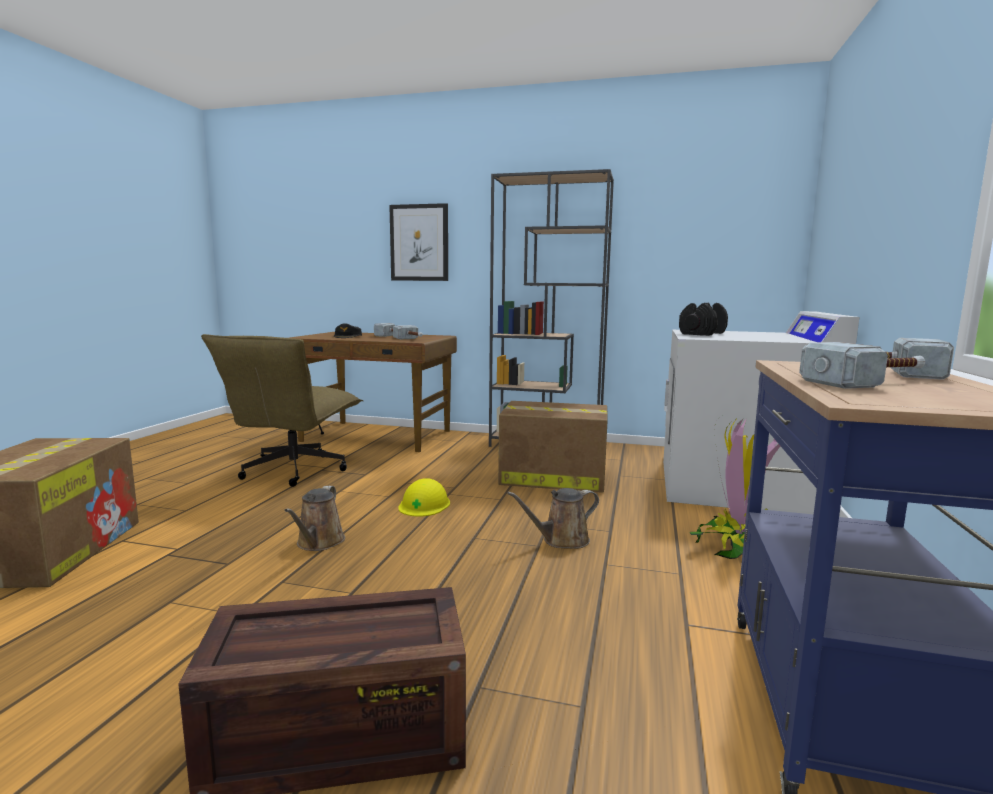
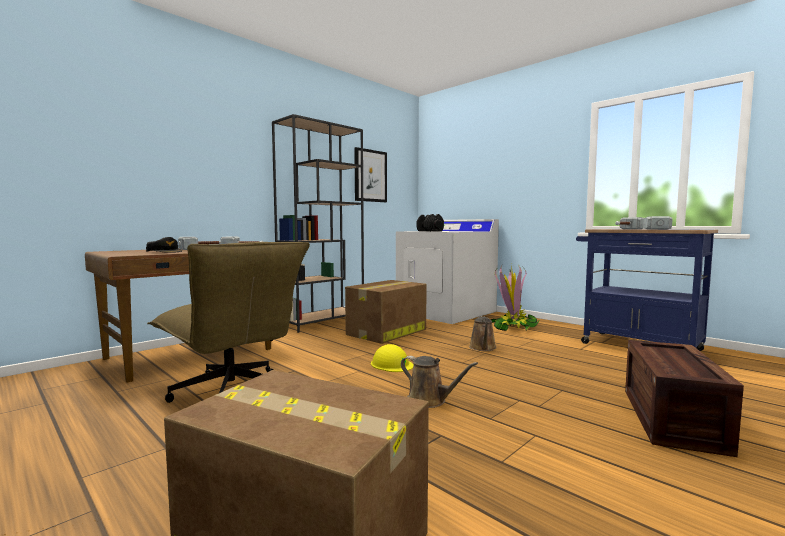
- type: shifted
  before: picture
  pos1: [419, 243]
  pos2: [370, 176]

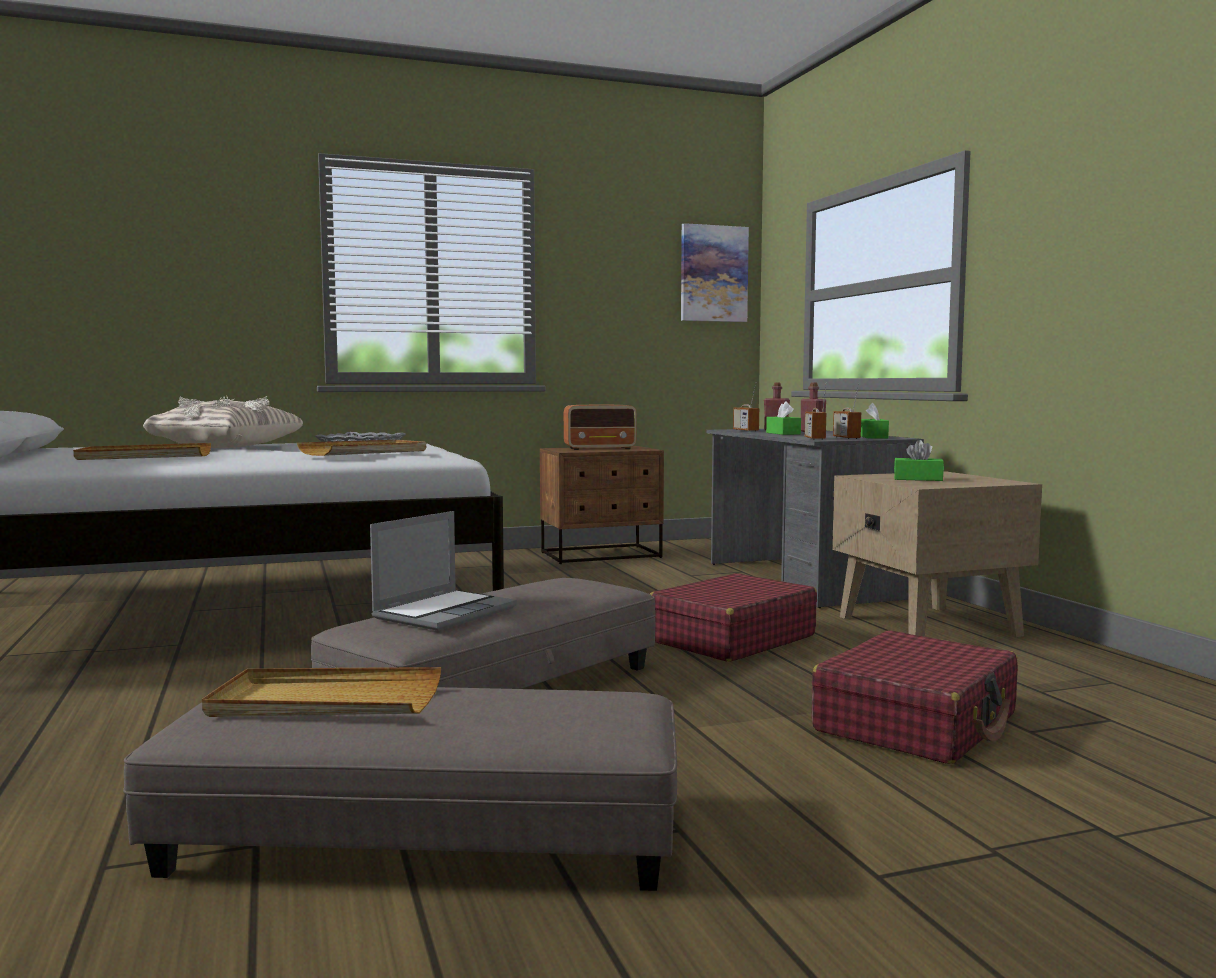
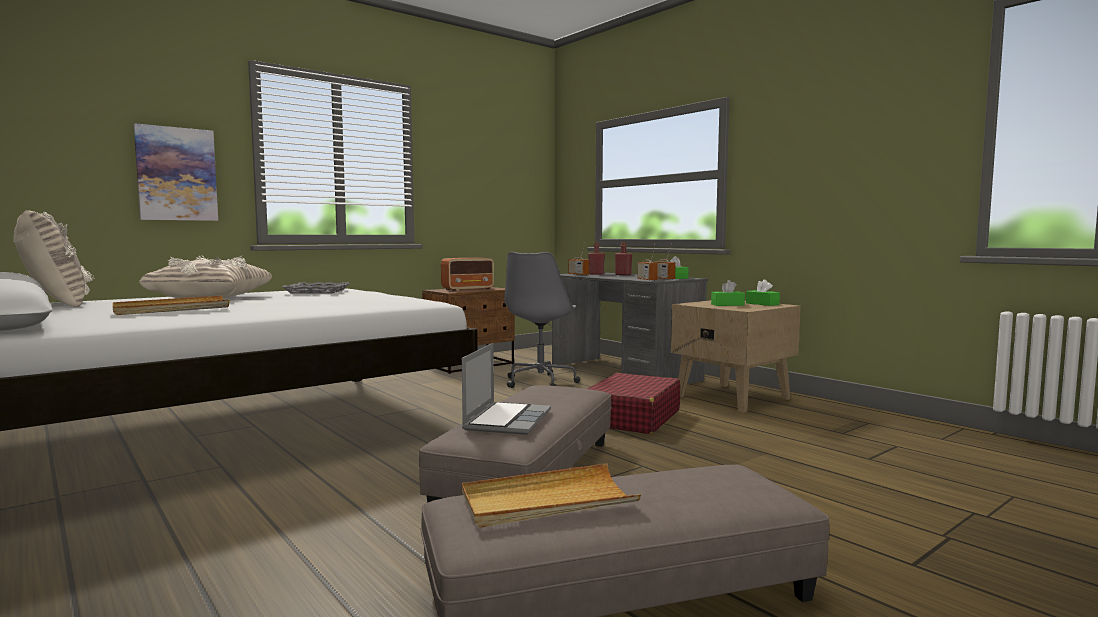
- type: gone
  before: beige tray
  pos1: [364, 452]
- type: shifted
  before: picture
  pos1: [713, 274]
  pos2: [177, 174]
- type: shifted
  before: green tissue box
  pos1: [783, 433]
  pos2: [762, 304]
- type: gone
  before: red suitcase
  pos1: [917, 723]
- type: new
  after: beige pillow
  pos2: [57, 304]
- type: new
  after: grey office chair
  pos2: [540, 383]

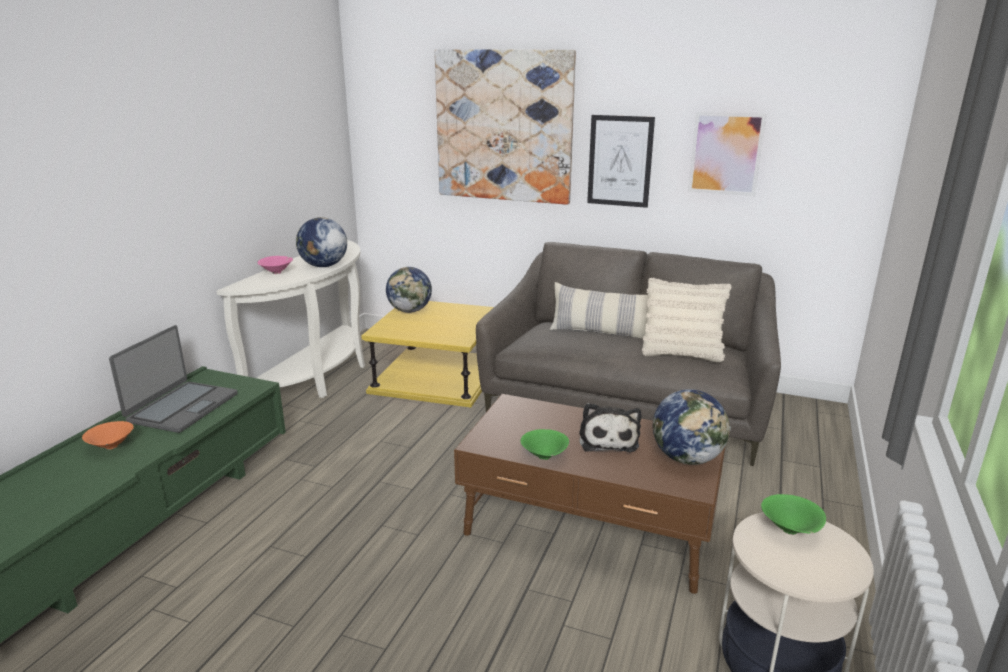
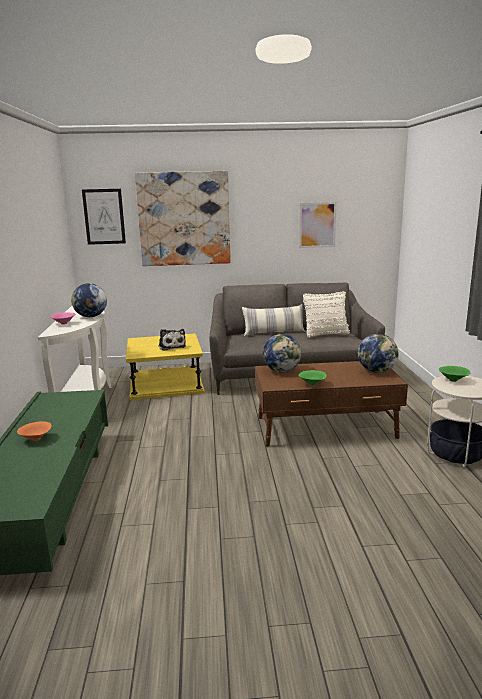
- type: gone
  before: laptop
  pos1: [182, 408]
- type: shifted
  before: globe
  pos1: [410, 311]
  pos2: [282, 371]
- type: shifted
  before: plush toy
  pos1: [608, 439]
  pos2: [171, 346]
- type: shifted
  before: picture
  pos1: [620, 161]
  pos2: [104, 216]

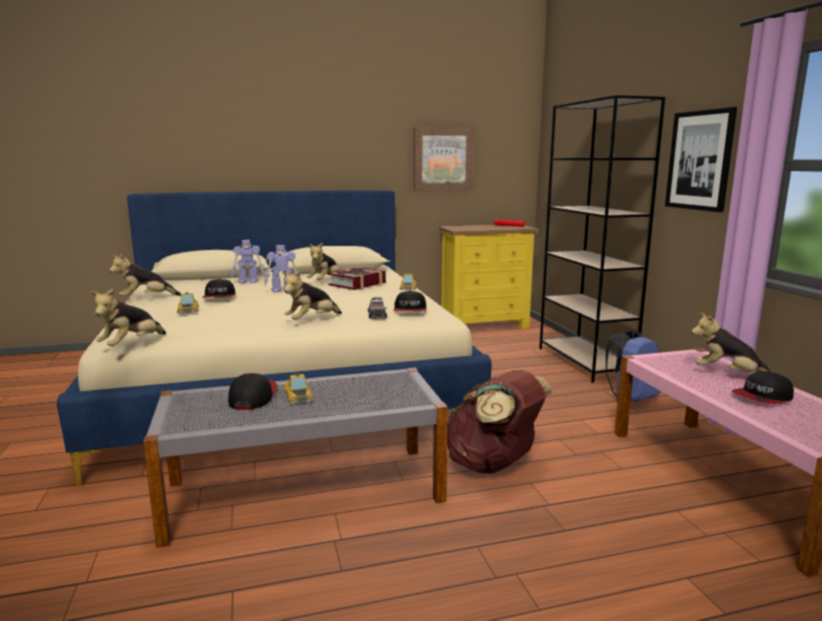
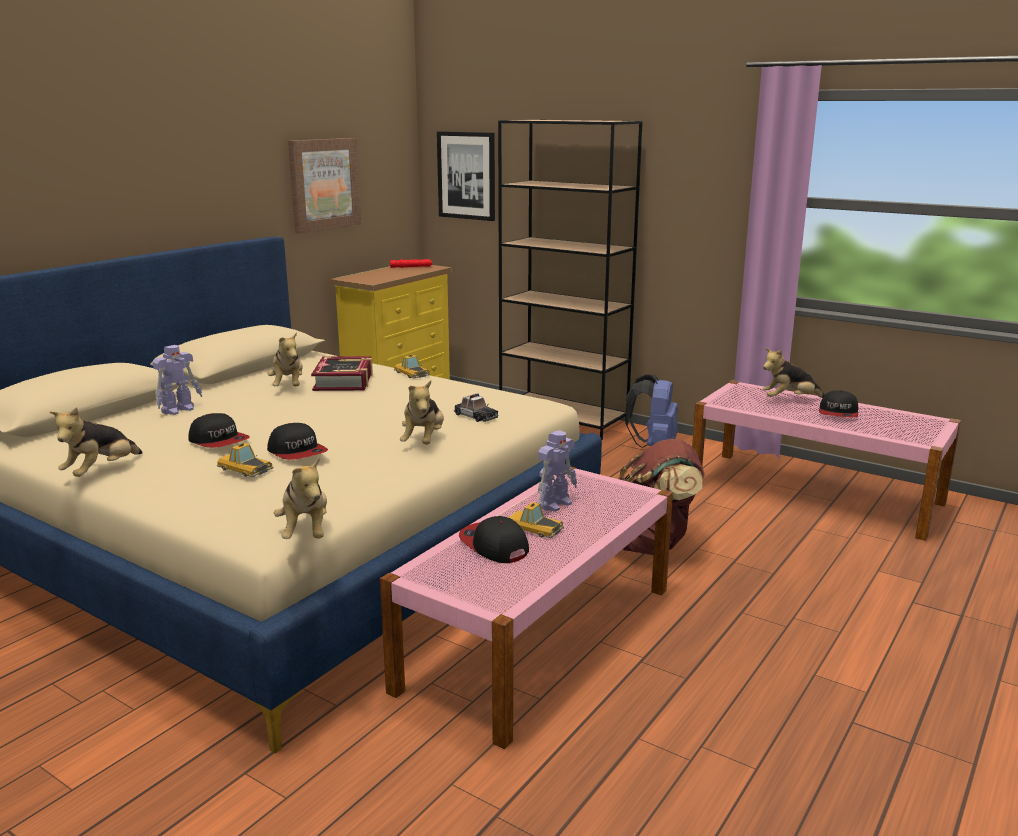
- type: repainted
  before: grey bench
  after: pink bench
  pos1: [304, 490]
  pos2: [538, 636]
- type: shifted
  before: toy robot
  pos1: [283, 290]
  pos2: [555, 503]
- type: shifted
  before: cap
  pos1: [410, 310]
  pos2: [297, 452]
- type: shifted
  before: picture
  pos1: [700, 160]
  pos2: [467, 175]

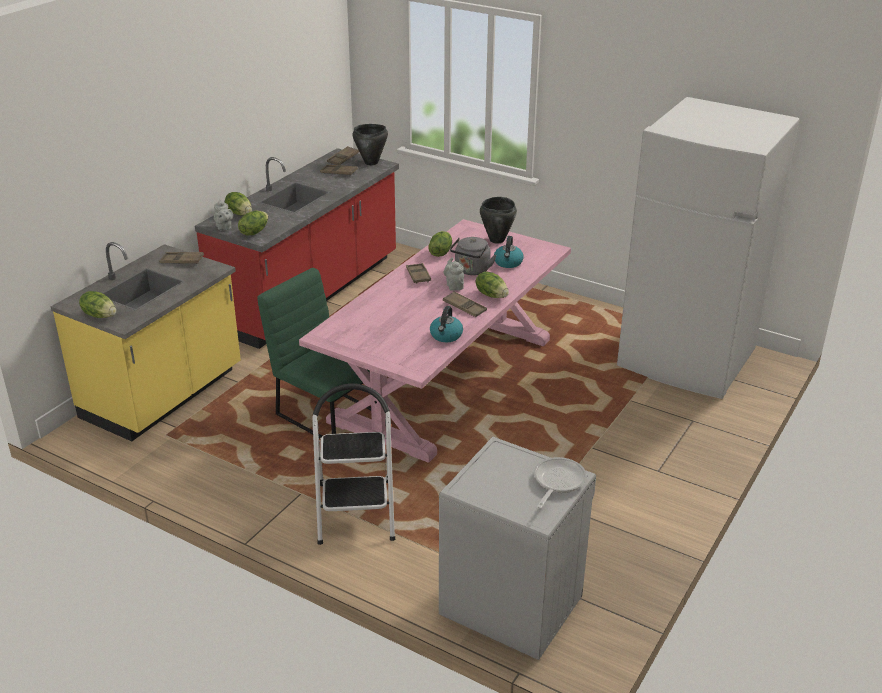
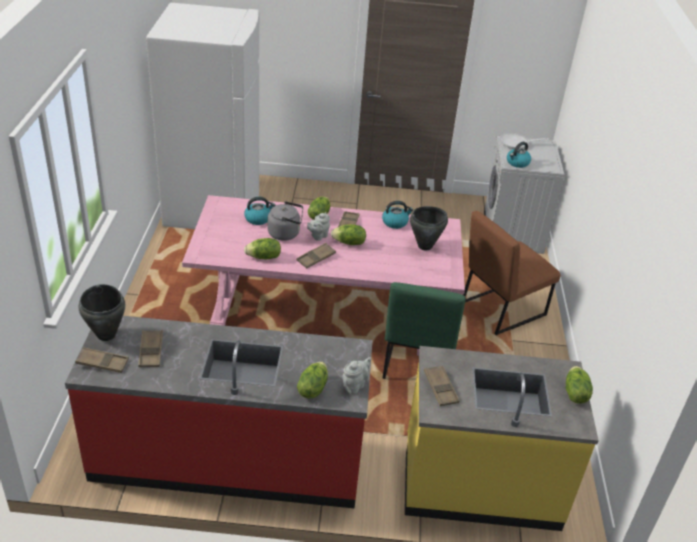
- type: shifted
  before: lettuce
  pos1: [254, 232]
  pos2: [349, 243]
- type: swapped
  before: step ladder
  after: brown chair
  pos1: [356, 509]
  pos2: [500, 309]
- type: shifted
  before: black cooking pot
  pos1: [496, 240]
  pos2: [425, 246]
- type: new
  after: kettle
  pos2: [517, 163]

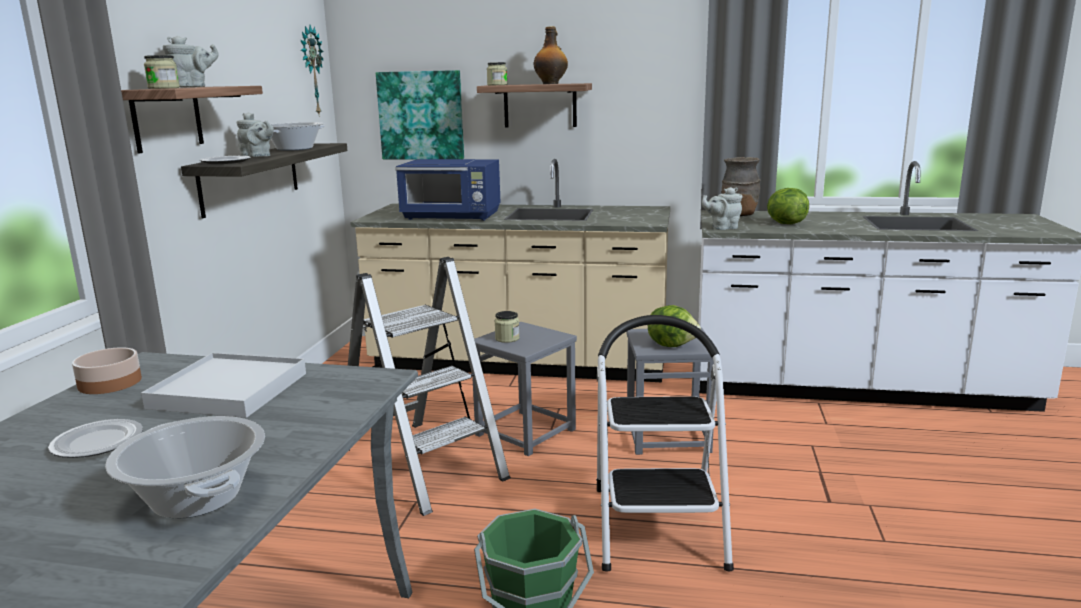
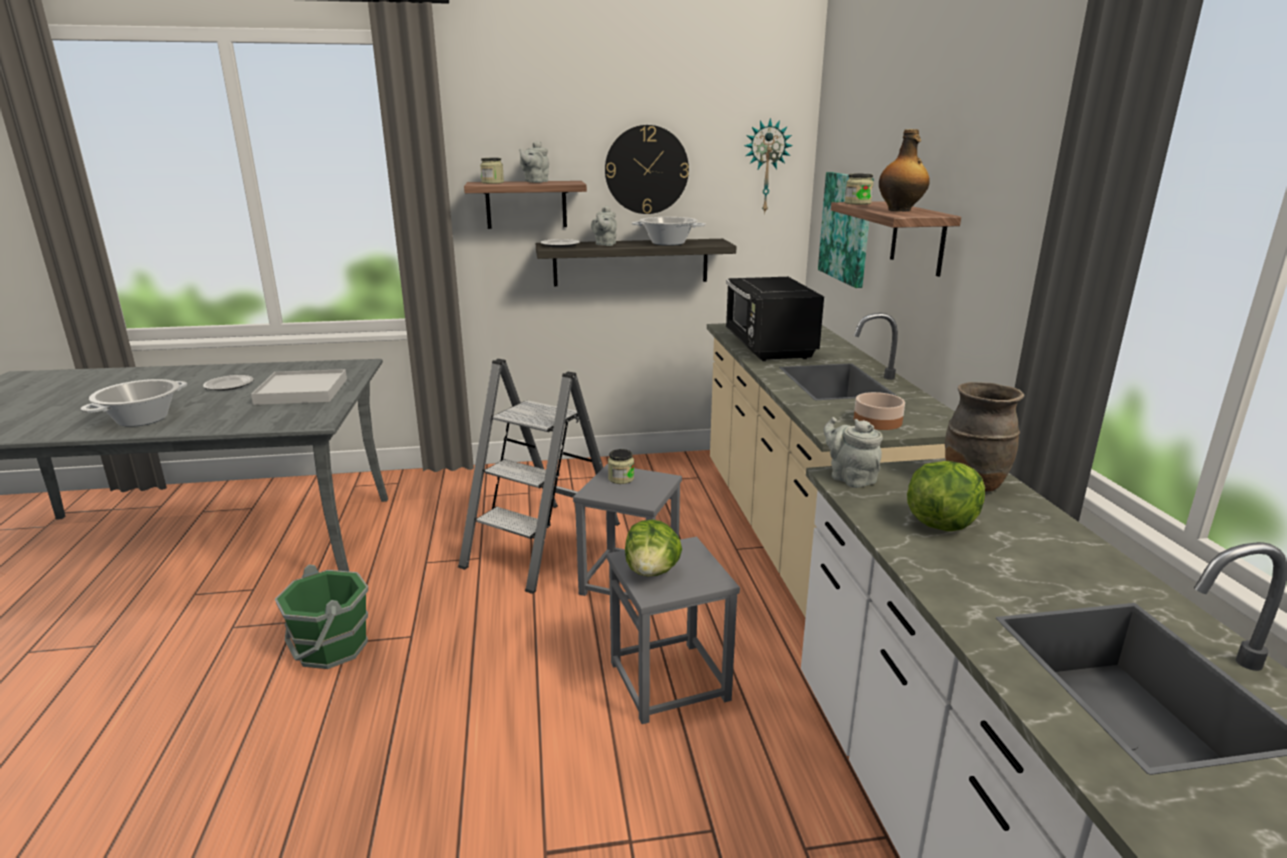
- type: shifted
  before: bowl
  pos1: [110, 382]
  pos2: [878, 421]
- type: rotated
  before: grey teapot
  pos1: [192, 87]
  pos2: [535, 182]
  turn: 75
- type: repainted
  before: blue microwave
  after: black microwave
  pos1: [452, 216]
  pos2: [768, 348]
- type: gone
  before: step ladder
  pos1: [658, 524]
- type: new
  after: wall clock
  pos2: [646, 170]

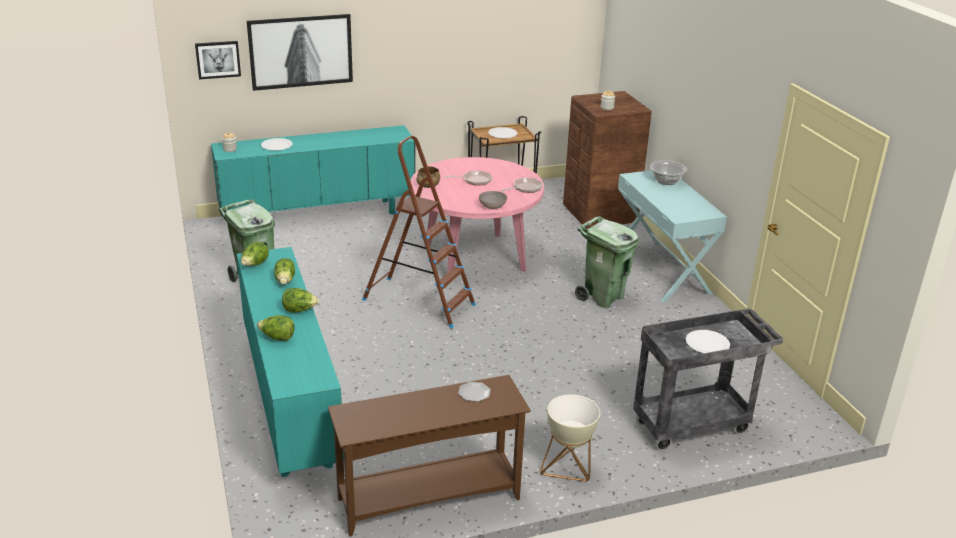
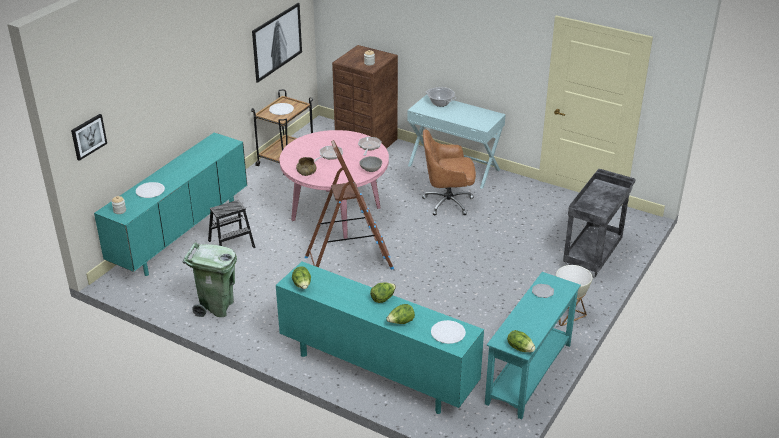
- type: shifted
  before: picture
  pos1: [301, 51]
  pos2: [276, 41]
- type: shifted
  before: lettuce
  pos1: [285, 280]
  pos2: [520, 348]
- type: repainted
  before: brown console table
  after: turquoise console table
  pos1: [428, 499]
  pos2: [529, 374]
- type: swapped
  before: green trash can
  after: brown office chair
  pos1: [602, 297]
  pos2: [447, 202]
- type: shifted
  before: white plate
  pos1: [707, 343]
  pos2: [448, 333]
- type: new
  after: black step ladder
  pos2: [231, 243]

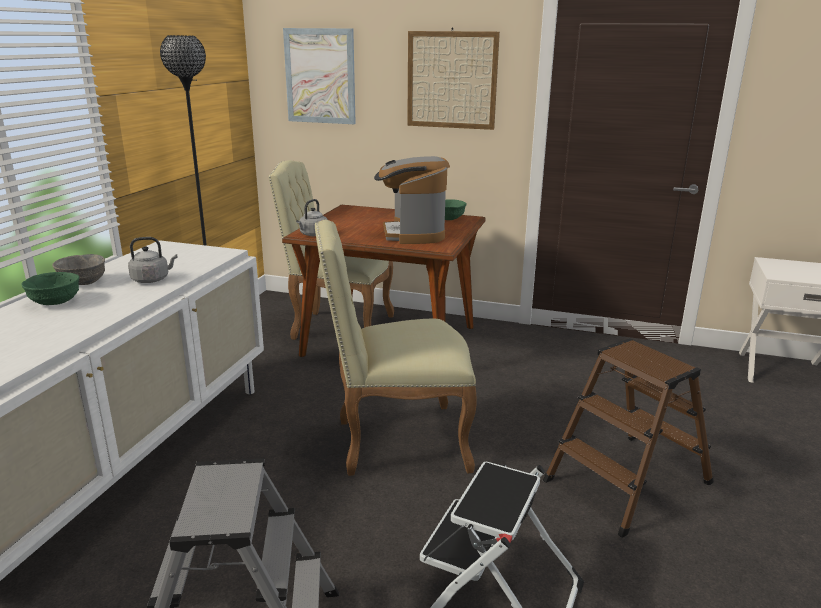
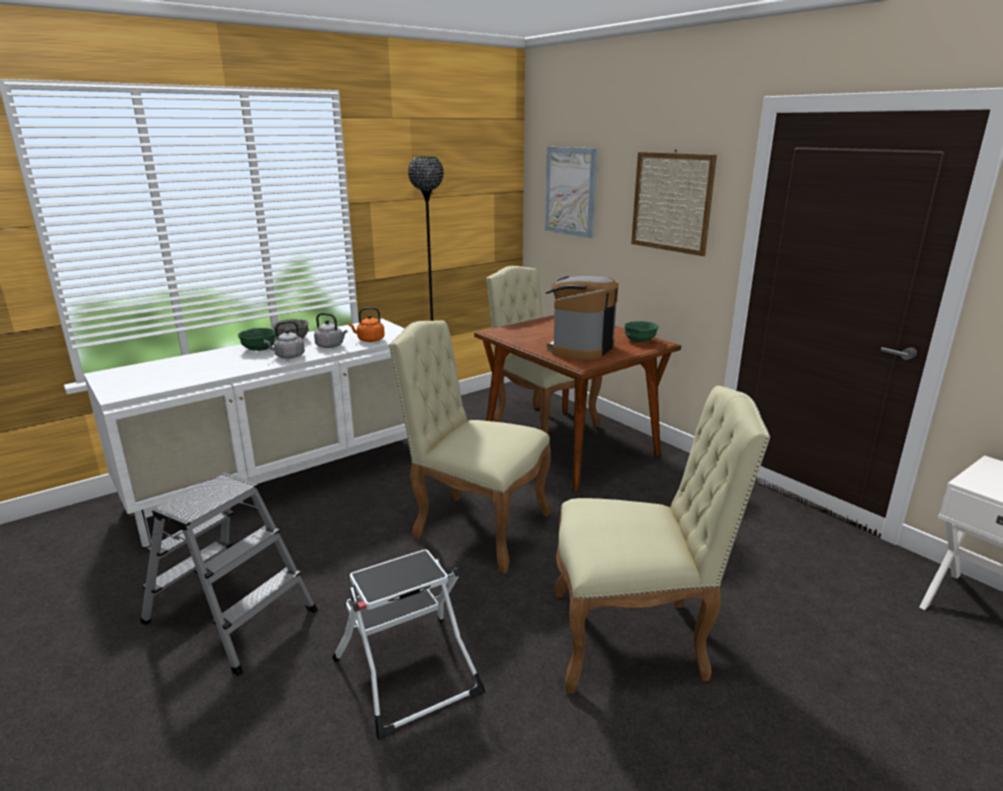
- type: shifted
  before: grey kettle
  pos1: [313, 235]
  pos2: [288, 356]
- type: swapped
  before: brown step ladder
  after: beige chair
  pos1: [628, 481]
  pos2: [631, 639]
- type: new
  after: orange kettle
  pos2: [369, 340]

